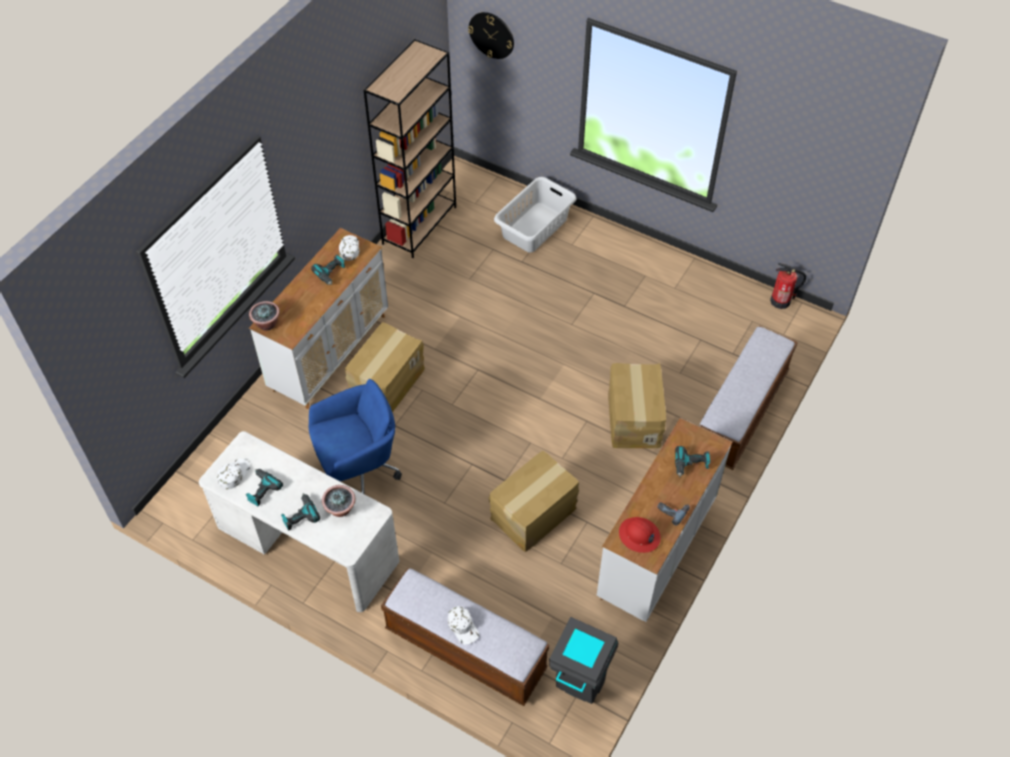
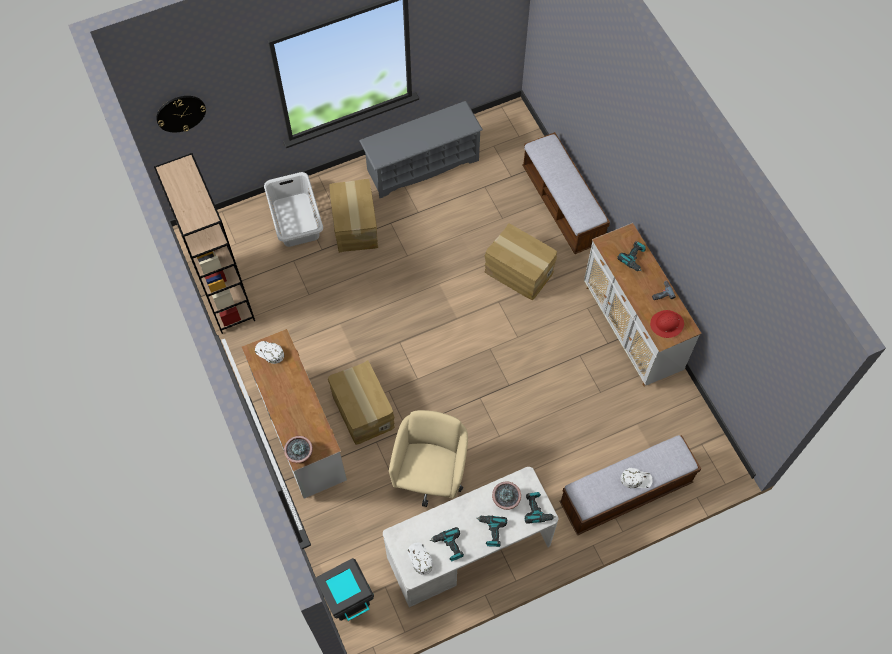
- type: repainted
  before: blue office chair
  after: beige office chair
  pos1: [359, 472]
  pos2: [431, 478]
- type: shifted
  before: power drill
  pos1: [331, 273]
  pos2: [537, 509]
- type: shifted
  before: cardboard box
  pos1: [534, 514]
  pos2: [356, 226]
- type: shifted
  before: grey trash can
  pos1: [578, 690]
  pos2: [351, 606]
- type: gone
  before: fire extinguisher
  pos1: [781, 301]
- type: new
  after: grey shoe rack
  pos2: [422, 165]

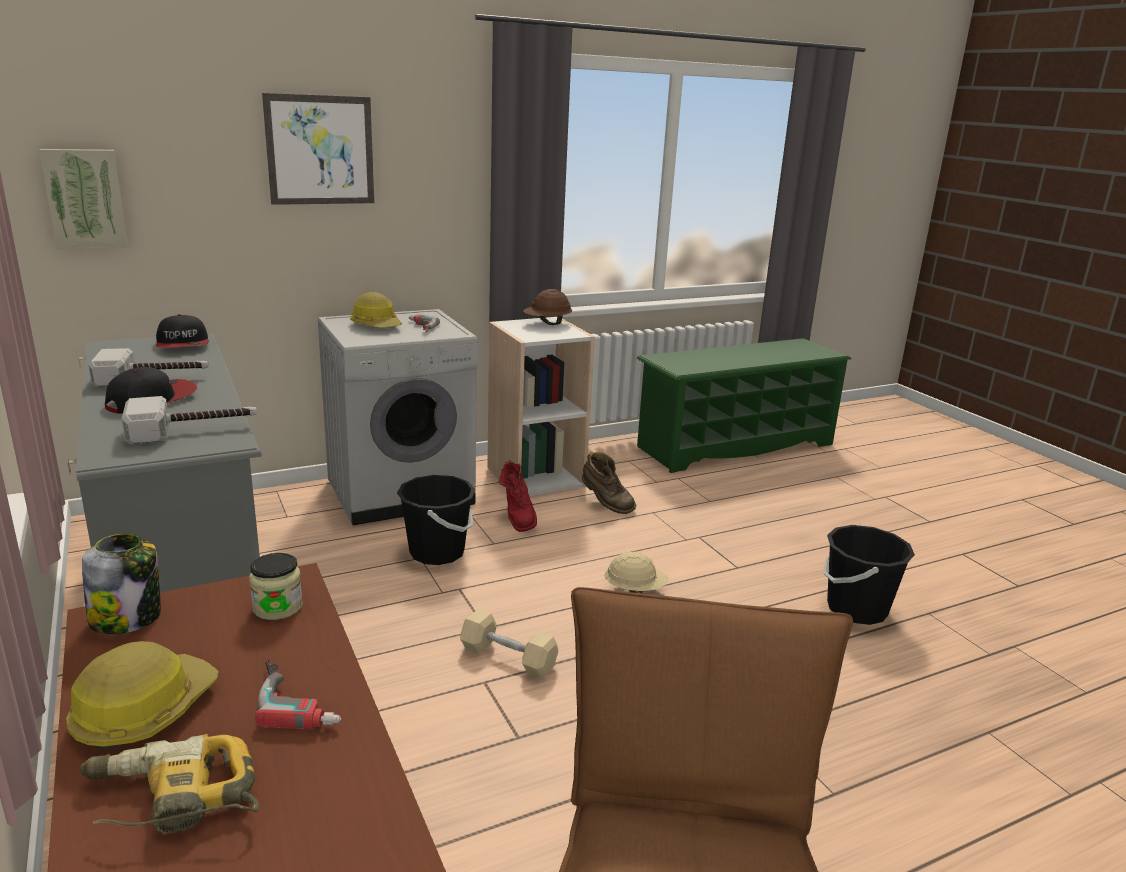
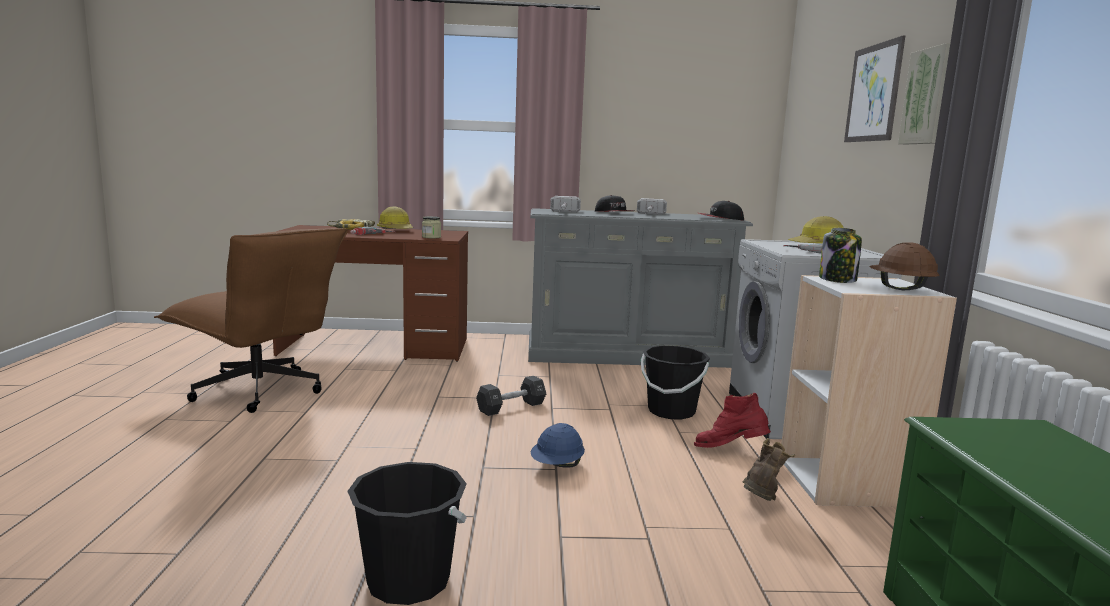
- type: shifted
  before: picture
  pos1: [85, 199]
  pos2: [929, 96]
- type: shifted
  before: jar
  pos1: [127, 618]
  pos2: [838, 280]
- type: repainted
  before: beige dumbbell
  after: black dumbbell
  pos1: [508, 658]
  pos2: [511, 407]
- type: rotated
  before: brown boot
  pos1: [606, 504]
  pos2: [760, 504]
  turn: 135
- type: repainted
  before: beige hard hat
  after: blue hard hat
  pos1: [634, 591]
  pos2: [557, 466]

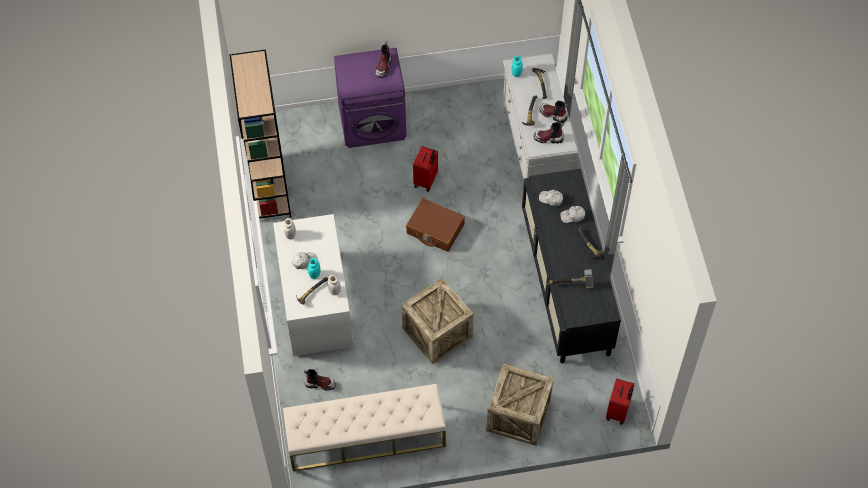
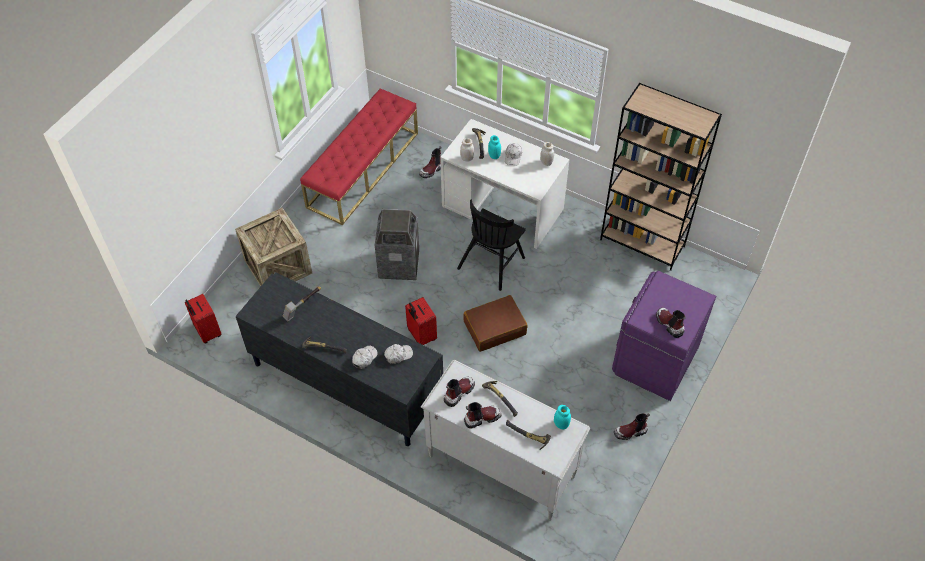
- type: repainted
  before: beige bench
  after: red bench
  pos1: [365, 437]
  pos2: [363, 169]
- type: swapped
  before: crate
  after: trash can
  pos1: [437, 332]
  pos2: [399, 264]
- type: shifted
  before: red suitcase
  pos1: [426, 180]
  pos2: [421, 335]
- type: new
  after: black chair
  pos2: [493, 260]
- type: new
  after: boot
  pos2: [630, 432]

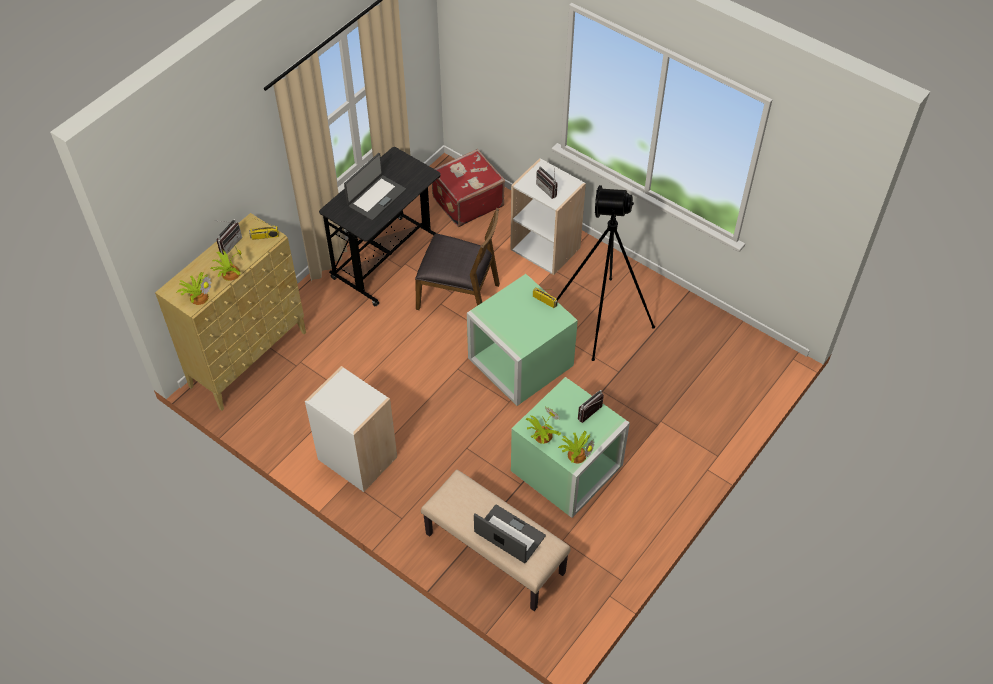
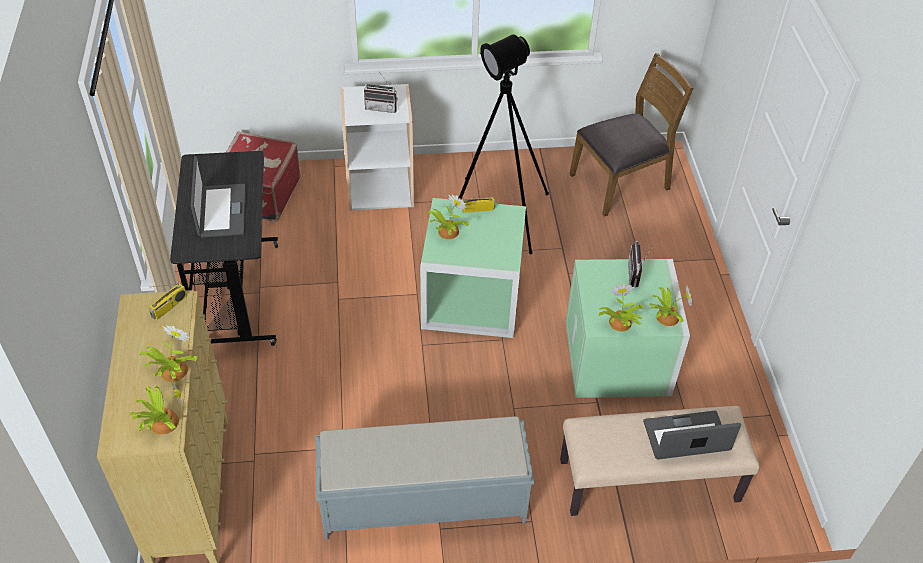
- type: gone
  before: radio
  pos1: [228, 244]
- type: swapped
  before: white bookcase
  after: grey bench
  pos1: [356, 458]
  pos2: [422, 501]
- type: shifted
  before: brown chair
  pos1: [459, 295]
  pos2: [621, 183]
- type: new
  after: potted plant
  pos2: [447, 232]

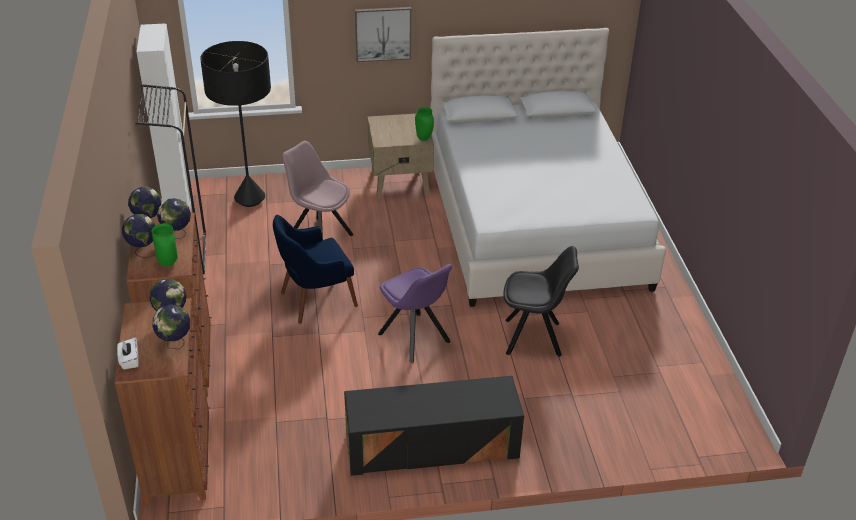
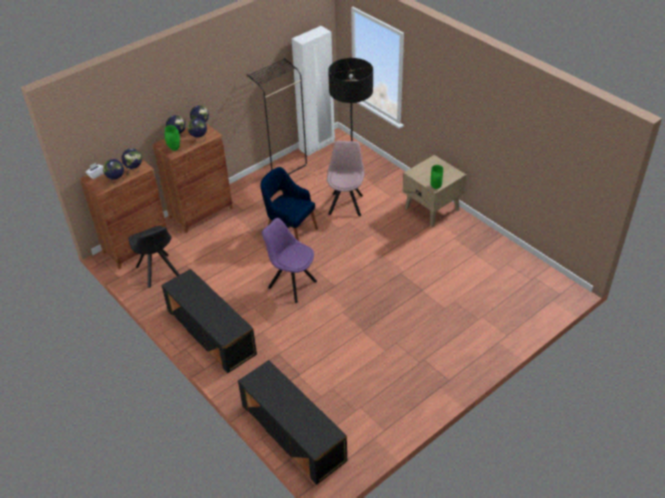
- type: gone
  before: picture
  pos1: [383, 33]
- type: rotated
  before: purple chair
  pos1: [415, 338]
  pos2: [292, 284]
  turn: 105
- type: gone
  before: white bed
  pos1: [535, 223]
- type: shifted
  before: black chair
  pos1: [533, 338]
  pos2: [158, 271]
- type: new
  after: black bench
  pos2: [291, 432]

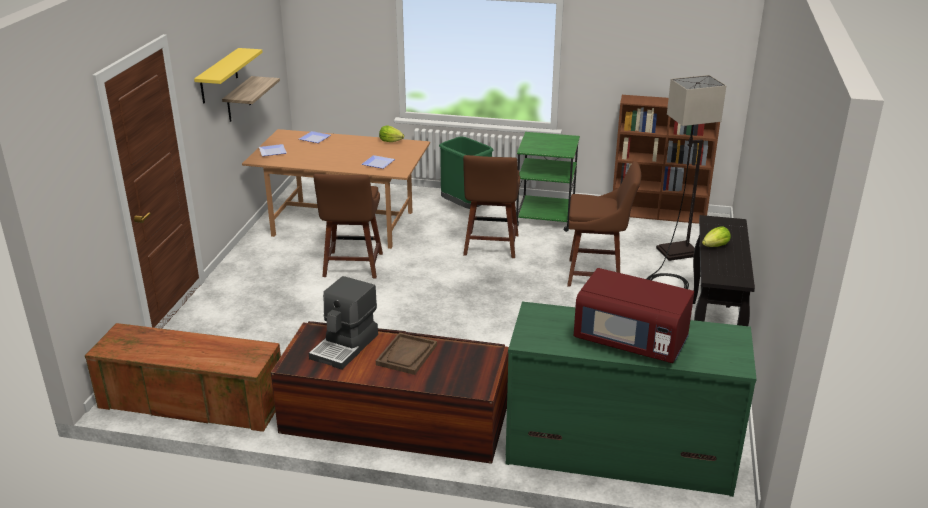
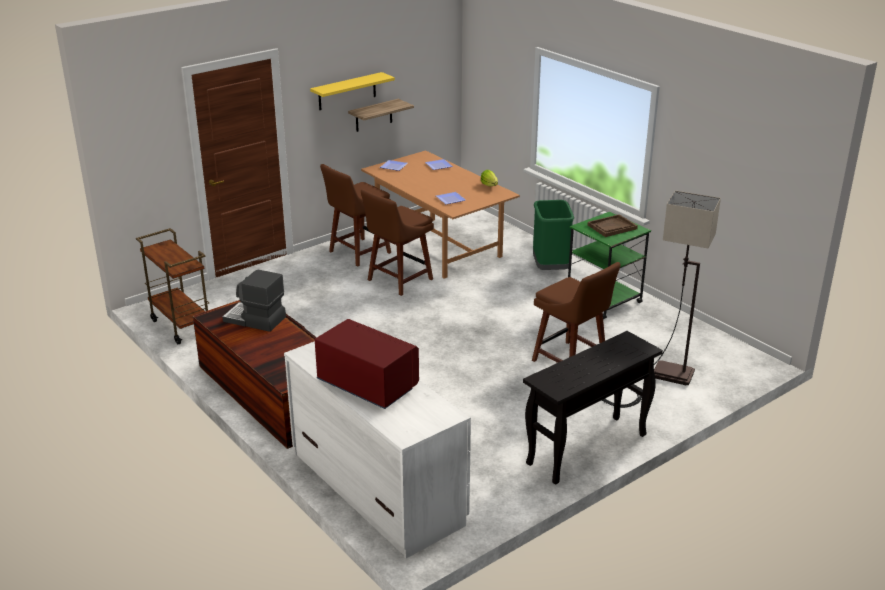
- type: swapped
  before: brown bench
  after: brown cart
  pos1: [190, 402]
  pos2: [181, 325]
- type: rotated
  before: coffee machine
  pos1: [345, 346]
  pos2: [255, 320]
  turn: 45
- type: shifted
  before: brown tray
  pos1: [407, 355]
  pos2: [612, 227]
- type: shifted
  before: brown stool
  pos1: [490, 246]
  pos2: [357, 253]
- type: repainted
  before: green dresser
  after: white dresser
  pos1: [619, 452]
  pos2: [376, 487]
- type: rotated
  before: red microwave
  pos1: [631, 341]
  pos2: [367, 385]
  turn: 150
- type: gone
  before: brown bookcase
  pos1: [659, 214]
- type: gone
  before: lettuce
  pos1: [715, 246]

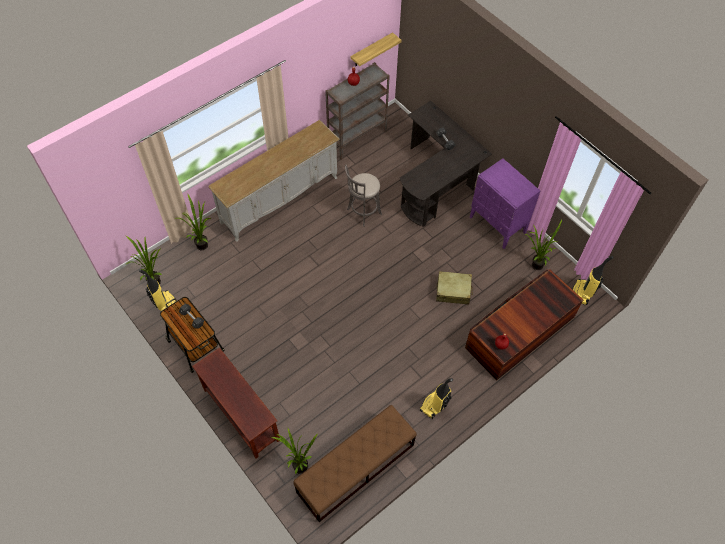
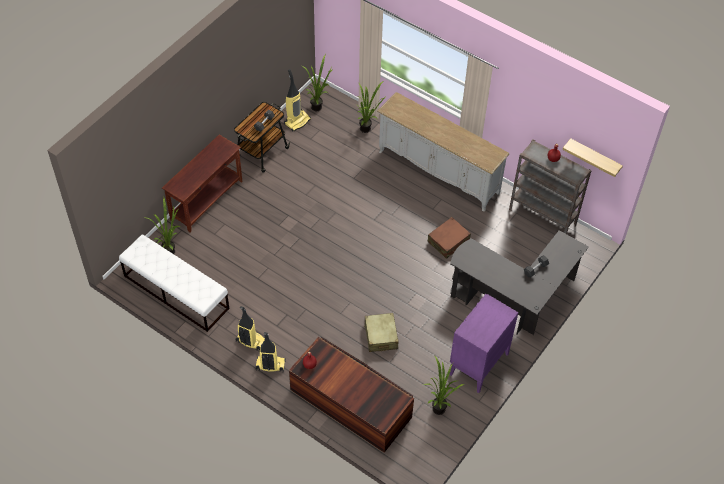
- type: repainted
  before: brown bench
  after: white bench
  pos1: [355, 468]
  pos2: [176, 292]
- type: swapped
  before: grey stool
  after: brown suitcase
  pos1: [362, 213]
  pos2: [448, 241]
- type: shifted
  before: vacuum cleaner
  pos1: [582, 293]
  pos2: [270, 365]

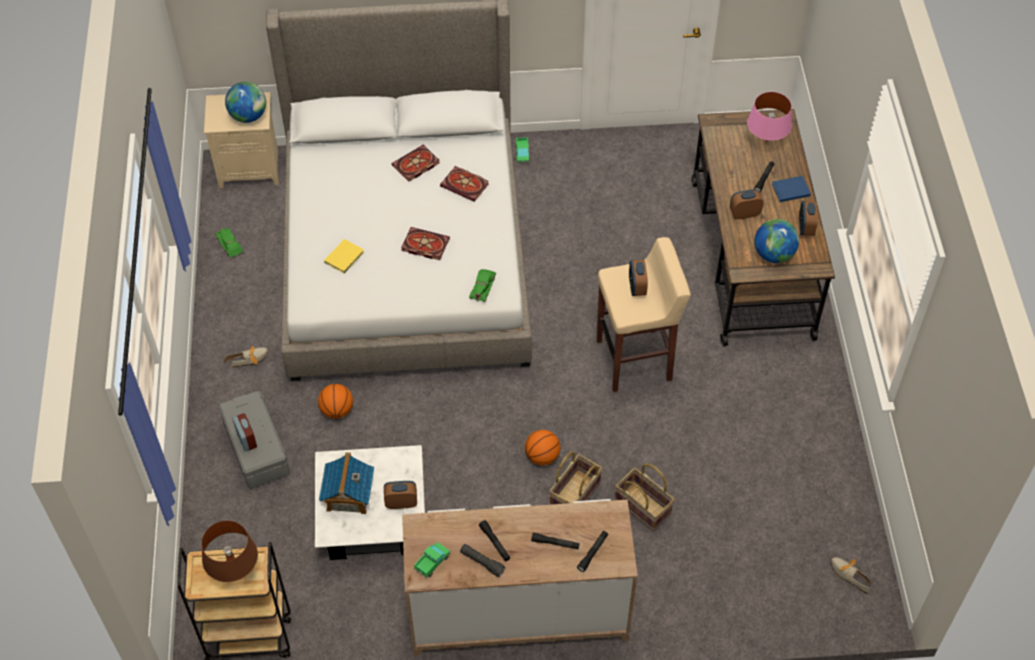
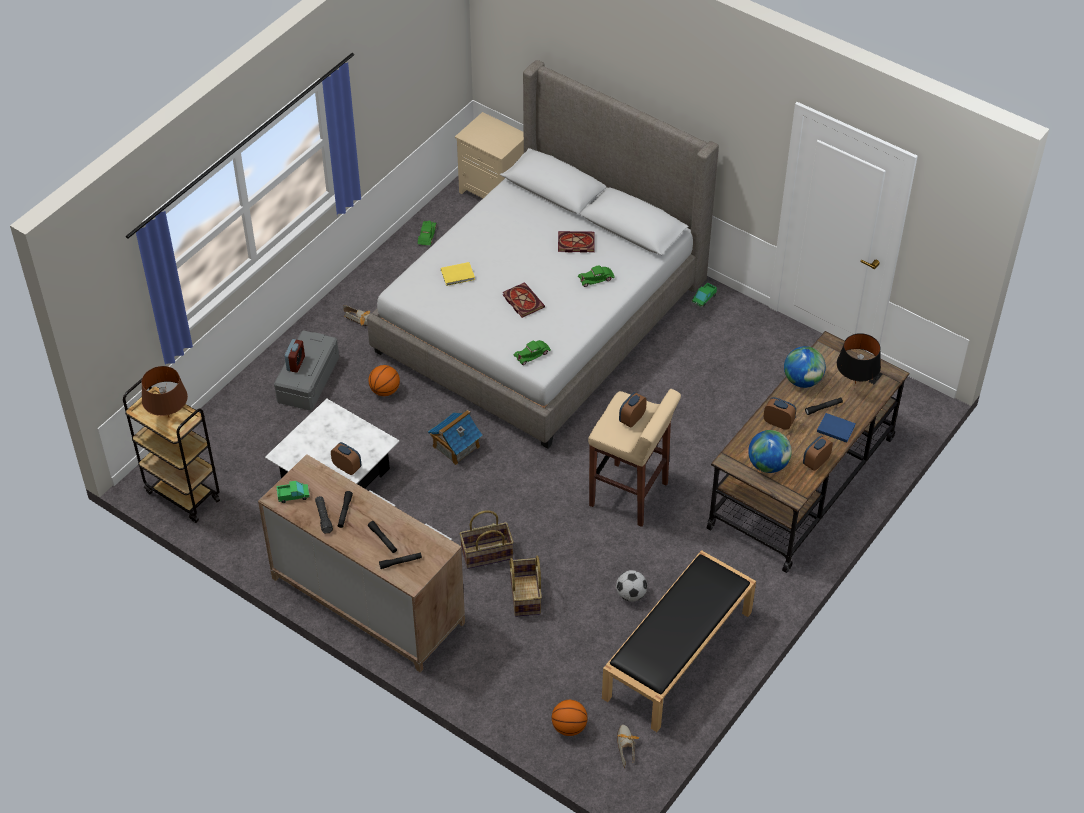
- type: shifted
  before: globe
  pos1: [248, 116]
  pos2: [802, 380]
- type: shifted
  before: toy house
  pos1: [348, 496]
  pos2: [455, 446]
- type: swapped
  before: book
  after: green toy car
  pos1: [466, 185]
  pos2: [596, 278]
- type: shifted
  before: basketball
  pos1: [542, 456]
  pos2: [569, 727]
- type: repainted
  before: pink table lamp
  after: black table lamp
  pos1: [765, 143]
  pos2: [855, 384]
- type: new
  after: black bench
  pos2: [678, 656]
- type: new
  after: football
  pos2: [631, 594]

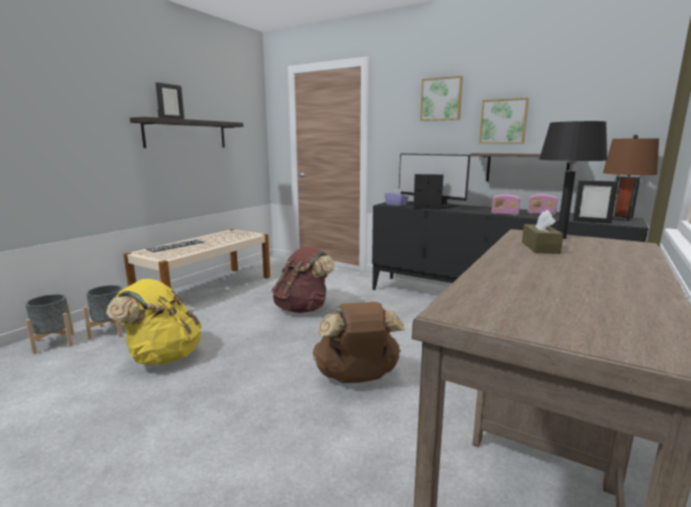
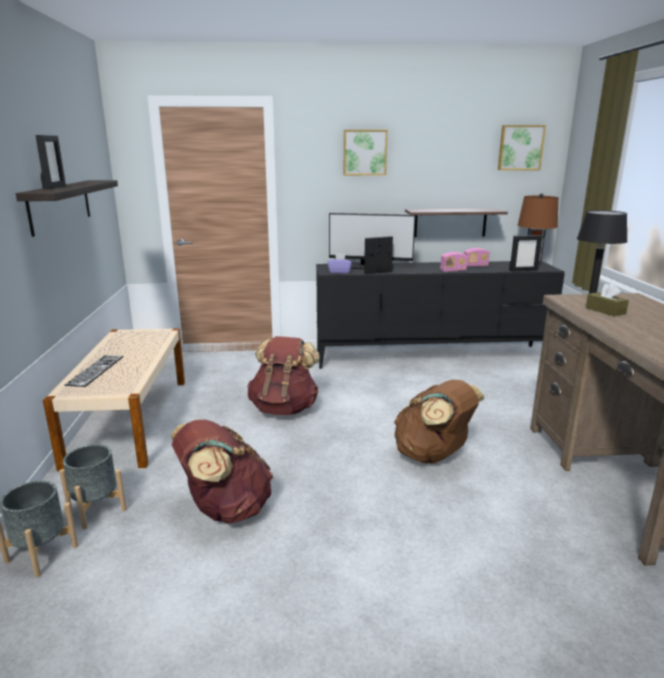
- type: repainted
  before: yellow backpack
  after: brown backpack
  pos1: [163, 357]
  pos2: [225, 509]
- type: shifted
  before: picture
  pos1: [503, 121]
  pos2: [520, 147]

